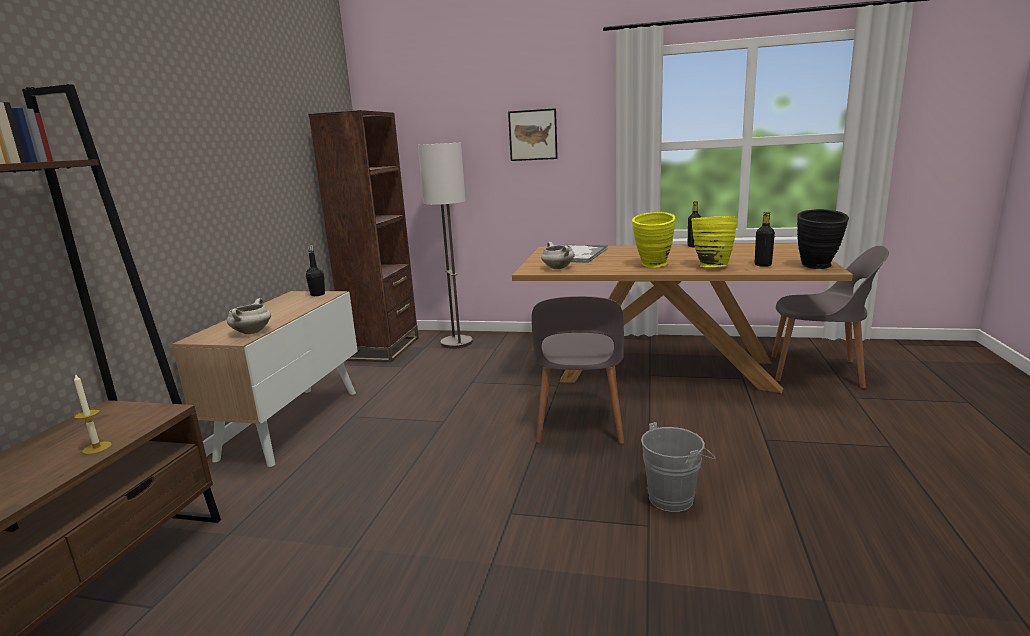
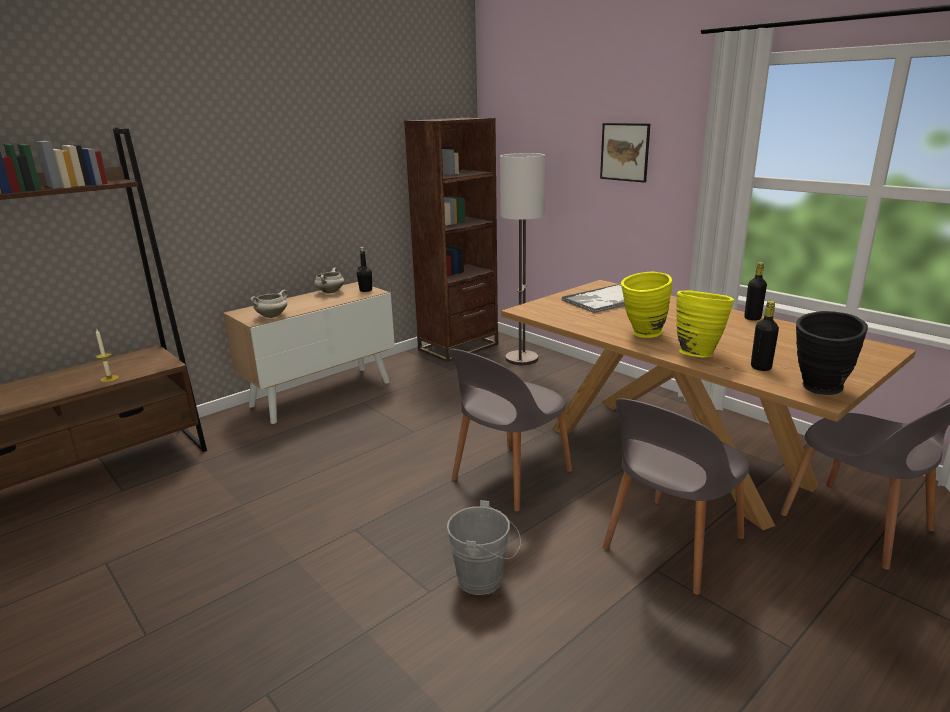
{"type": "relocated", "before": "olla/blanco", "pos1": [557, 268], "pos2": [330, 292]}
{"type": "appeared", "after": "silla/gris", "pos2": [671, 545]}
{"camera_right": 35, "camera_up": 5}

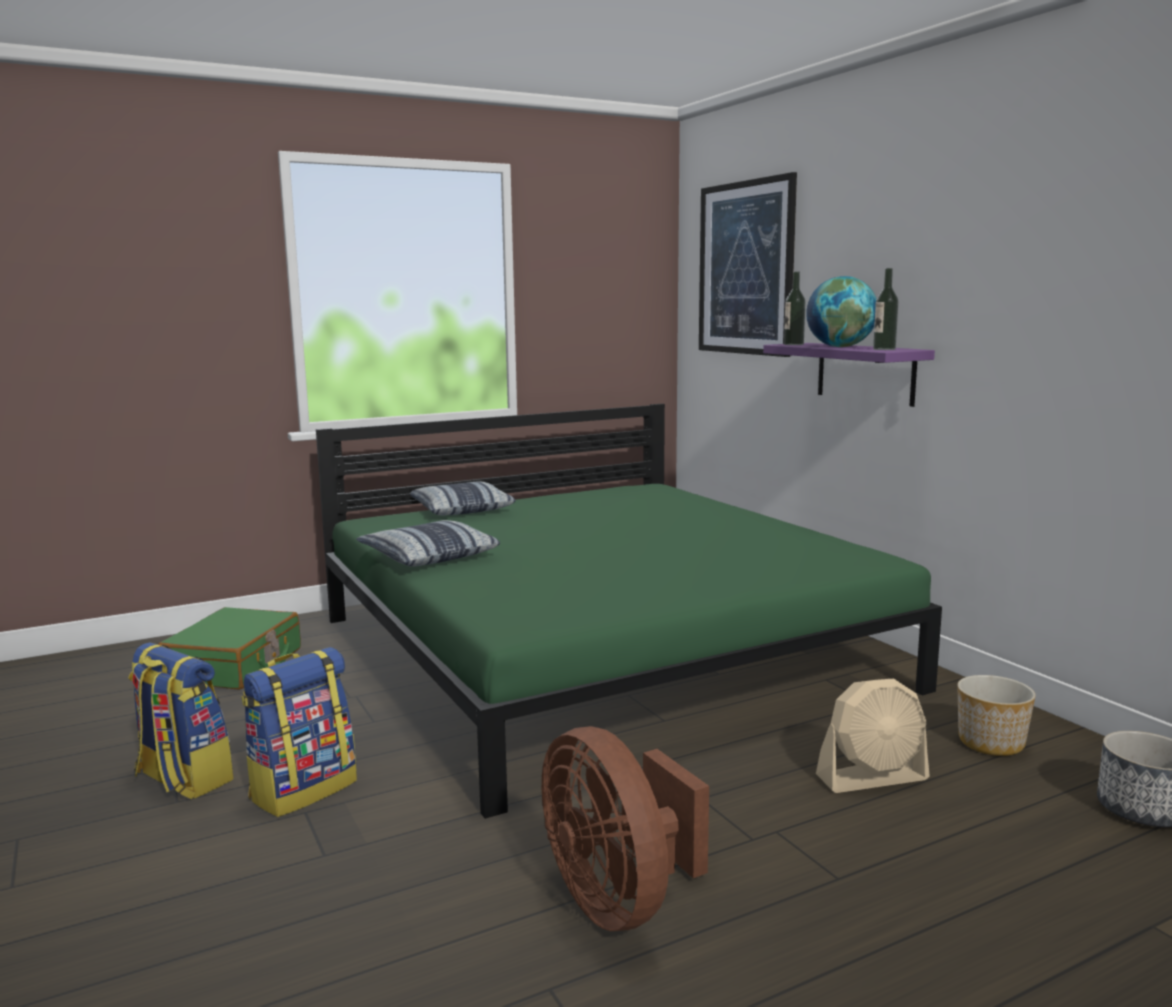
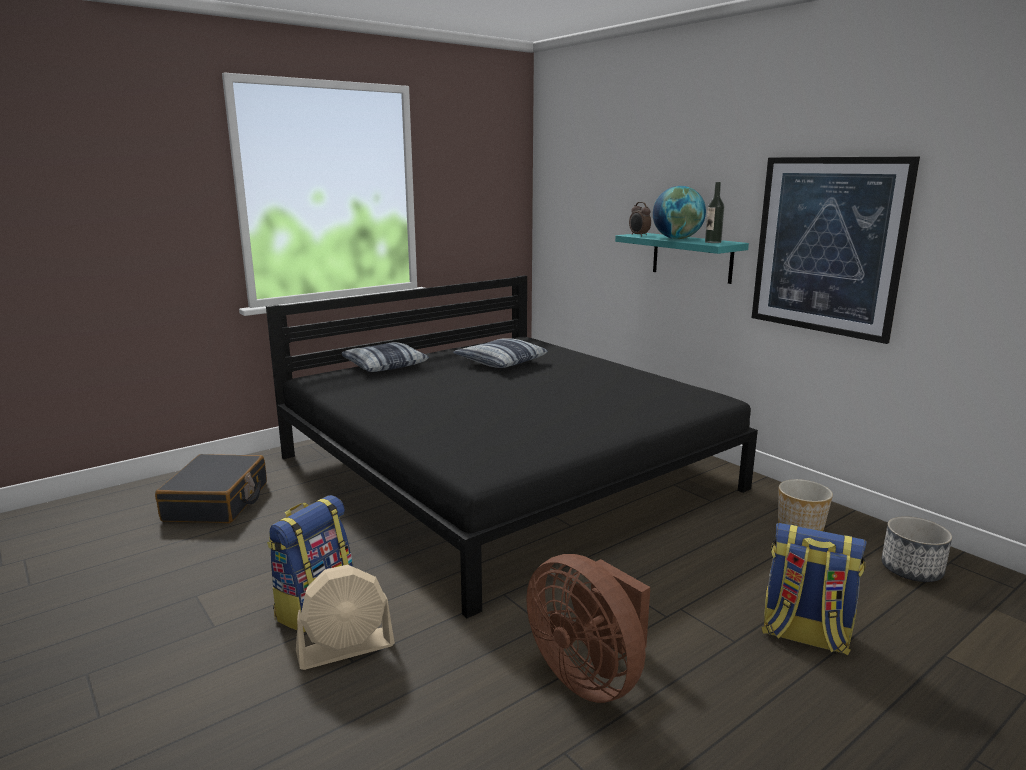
{"type": "colour", "before": "maleta/verde", "after": "maleta/negro", "pos1": [235, 666], "pos2": [217, 502]}
{"type": "colour", "before": "cama/verde", "after": "cama/negro", "pos1": [600, 652], "pos2": [504, 472]}
{"type": "relocated", "before": "ventilador/beis", "pos1": [872, 778], "pos2": [346, 648]}
{"type": "relocated", "before": "cojín", "pos1": [428, 556], "pos2": [500, 362]}
{"type": "colour", "before": "estante/morado", "after": "estante/turquesa", "pos1": [865, 373], "pos2": [692, 257]}
{"type": "exchanged", "before": "botella", "after": "despertador", "pos1": [793, 344], "pos2": [638, 235]}
{"type": "relocated", "before": "cuadro", "pos1": [745, 268], "pos2": [827, 246]}
{"type": "relocated", "before": "mochila", "pos1": [182, 779], "pos2": [804, 635]}
{"camera_right": -10, "camera_up": 5}

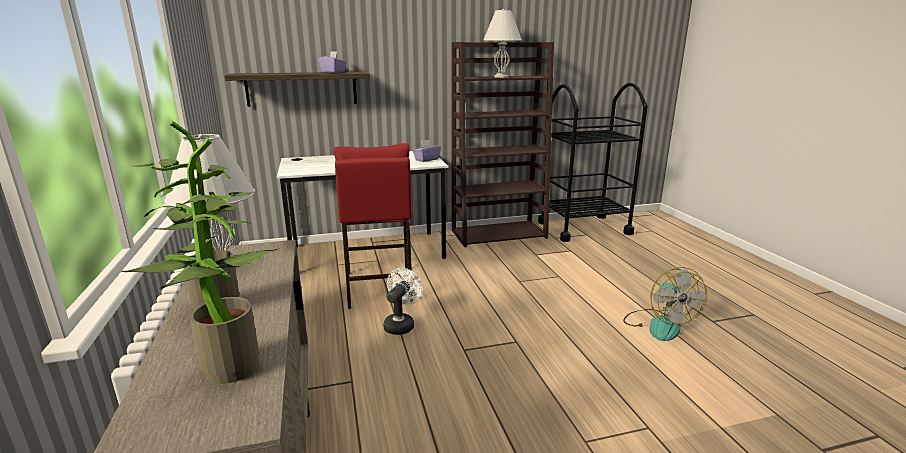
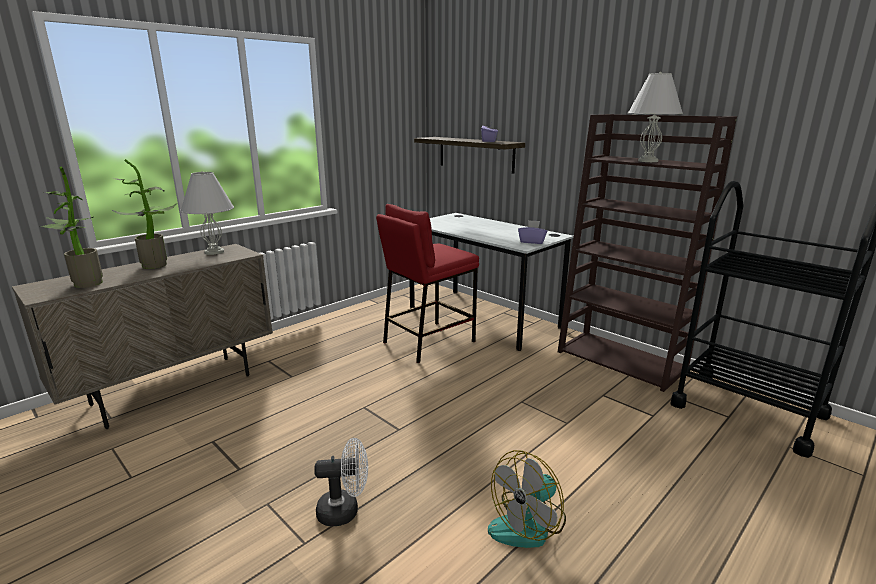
{"type": "relocated", "before": "ventilador/blanco", "pos1": [401, 324], "pos2": [345, 510]}
{"camera_right": 60, "camera_up": 0}

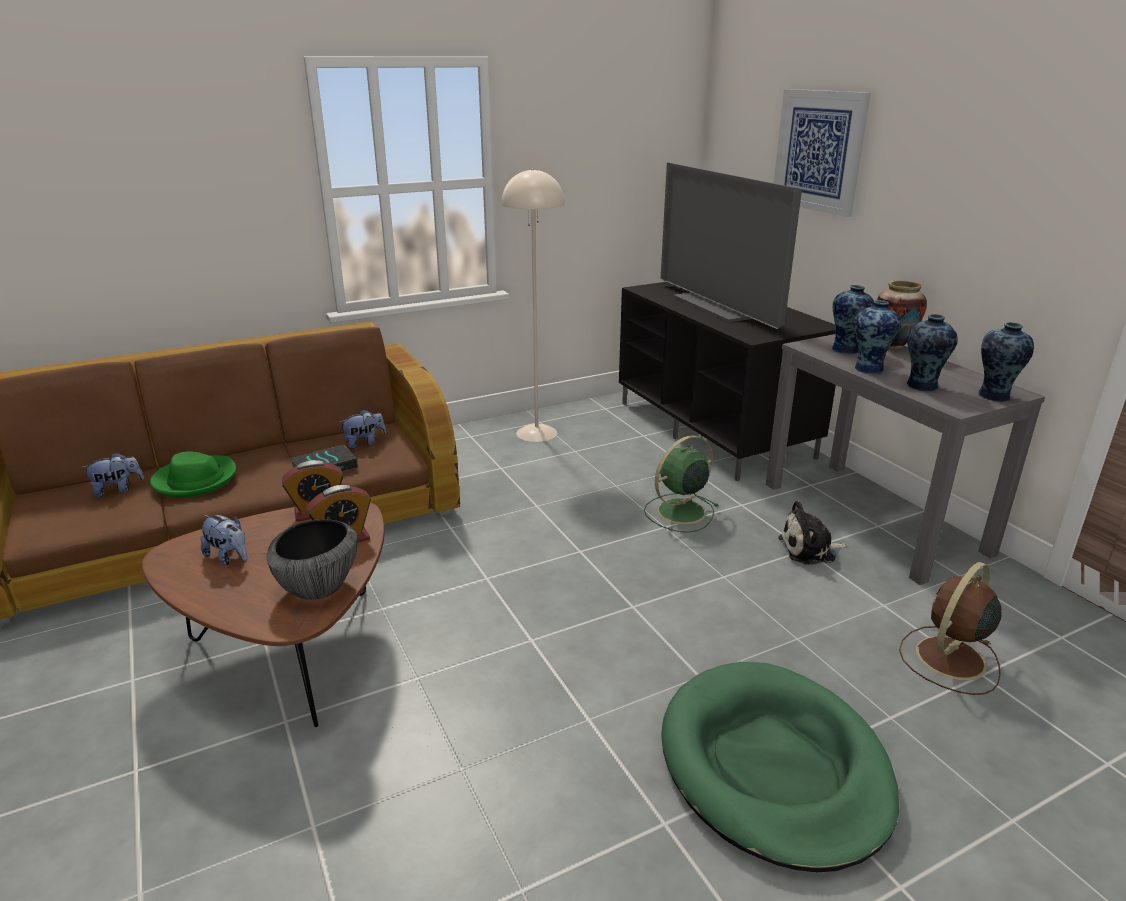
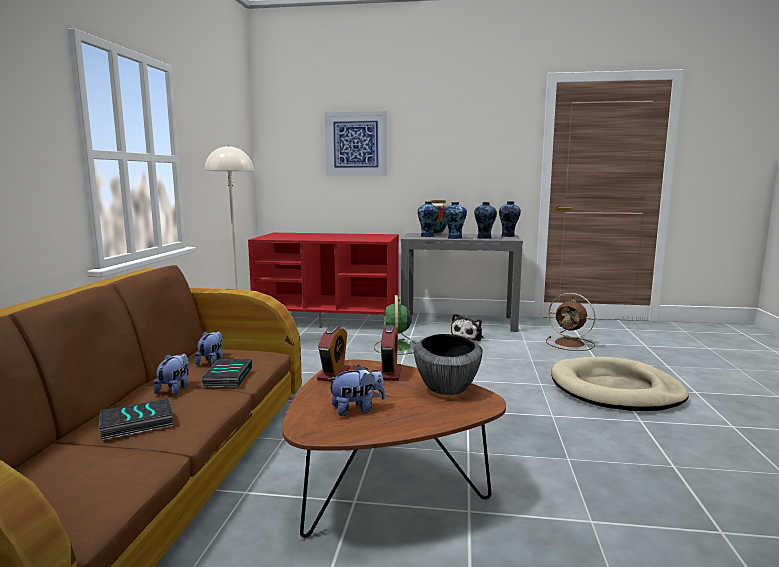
{"type": "exchanged", "before": "sombrero/verde", "after": "libro", "pos1": [195, 480], "pos2": [136, 425]}
{"type": "relocated", "before": "peluche", "pos1": [118, 490], "pos2": [175, 389]}
{"type": "colour", "before": "mueble de televisión/negro", "after": "mueble de televisión/rojo", "pos1": [715, 429], "pos2": [330, 319]}
{"type": "spun", "before": "ventilador/marrón", "pos1": [949, 659], "pos2": [570, 344], "turn": -45}
{"type": "colour", "before": "cama para perro/verde", "after": "cama para perro/beis", "pos1": [773, 767], "pos2": [615, 390]}
{"type": "missing", "before": "televisor", "pos1": [720, 306]}
{"camera_right": -55, "camera_up": -15}

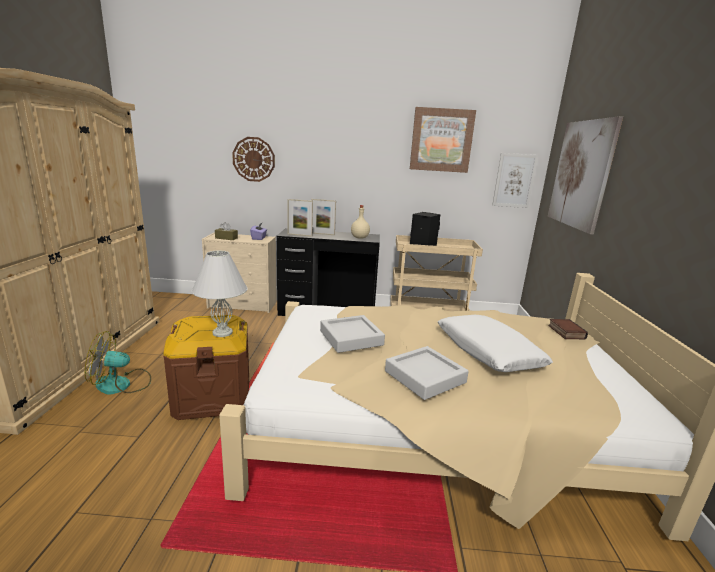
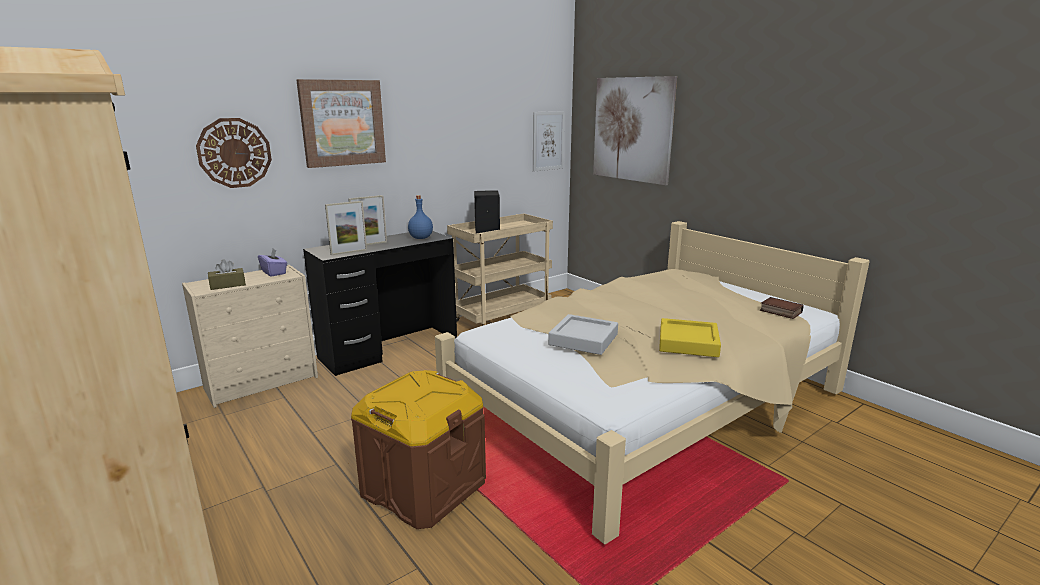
{"type": "relocated", "before": "cuadro", "pos1": [441, 140], "pos2": [342, 123]}
{"type": "colour", "before": "botella/beis", "after": "botella/azul", "pos1": [359, 237], "pos2": [420, 238]}
{"type": "colour", "before": "bandeja/gris", "after": "bandeja/amarillo", "pos1": [425, 377], "pos2": [688, 343]}
{"type": "relocated", "before": "libro", "pos1": [565, 332], "pos2": [779, 311]}
{"type": "missing", "before": "ventilador", "pos1": [121, 384]}
{"type": "missing", "before": "lámpara de mesa/blanco", "pos1": [222, 332]}
{"type": "missing", "before": "cojín/blanco", "pos1": [487, 352]}
{"camera_right": -40, "camera_up": 0}

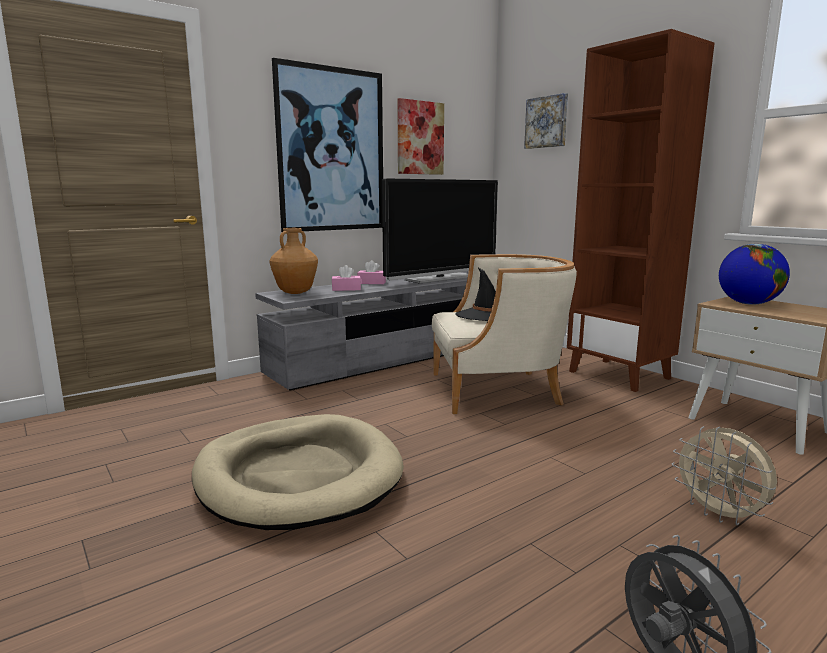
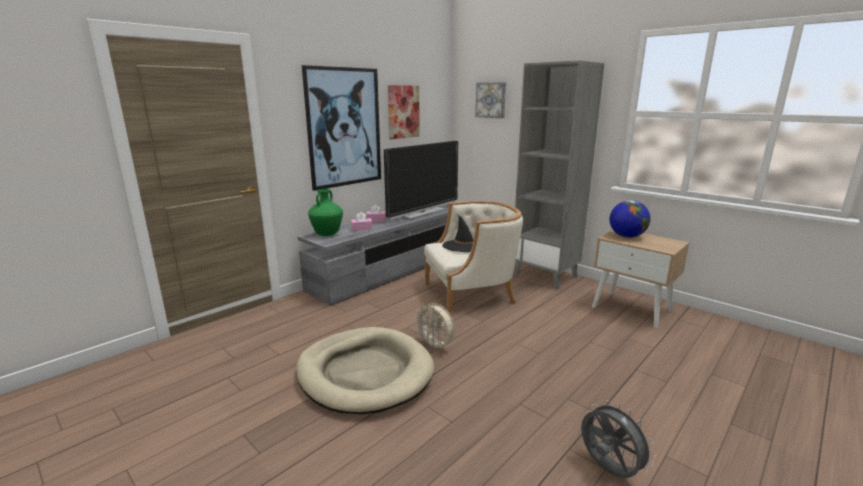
{"type": "colour", "before": "florero/marrón", "after": "florero/verde", "pos1": [295, 293], "pos2": [327, 235]}
{"type": "relocated", "before": "ventilador/beis", "pos1": [719, 515], "pos2": [436, 347]}
{"type": "colour", "before": "estantería/marrón", "after": "estantería/gris", "pos1": [620, 375], "pos2": [545, 275]}
{"camera_right": -10, "camera_up": 5}

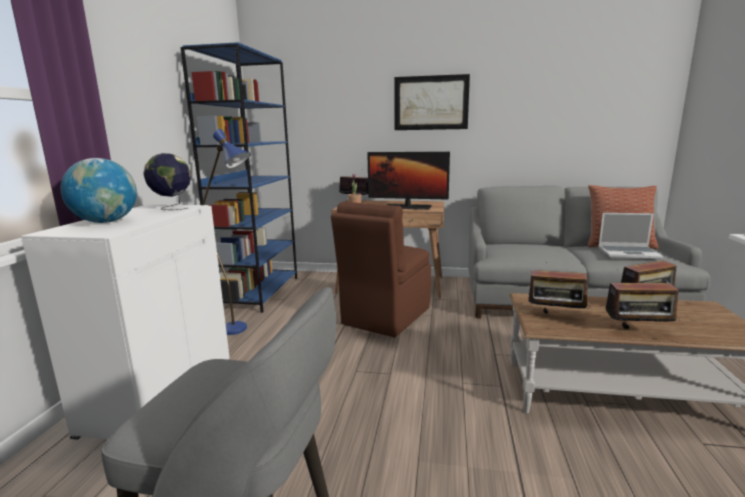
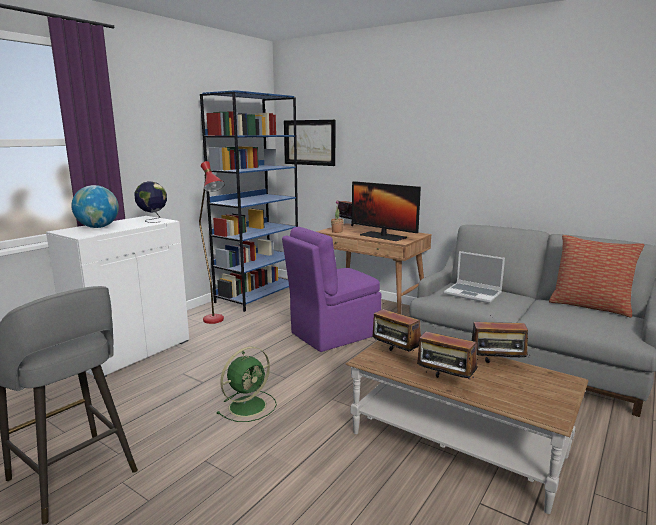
{"type": "colour", "before": "lámpara de pie/azul", "after": "lámpara de pie/rojo", "pos1": [241, 330], "pos2": [217, 322]}
{"type": "appeared", "after": "ventilador/verde", "pos2": [249, 405]}
{"type": "colour", "before": "silla/marrón", "after": "silla/morado", "pos1": [385, 317], "pos2": [332, 334]}
{"type": "relocated", "before": "cuadro", "pos1": [431, 103], "pos2": [309, 142]}
{"type": "relocated", "before": "portátil", "pos1": [629, 253], "pos2": [473, 294]}
{"camera_right": 25, "camera_up": 0}

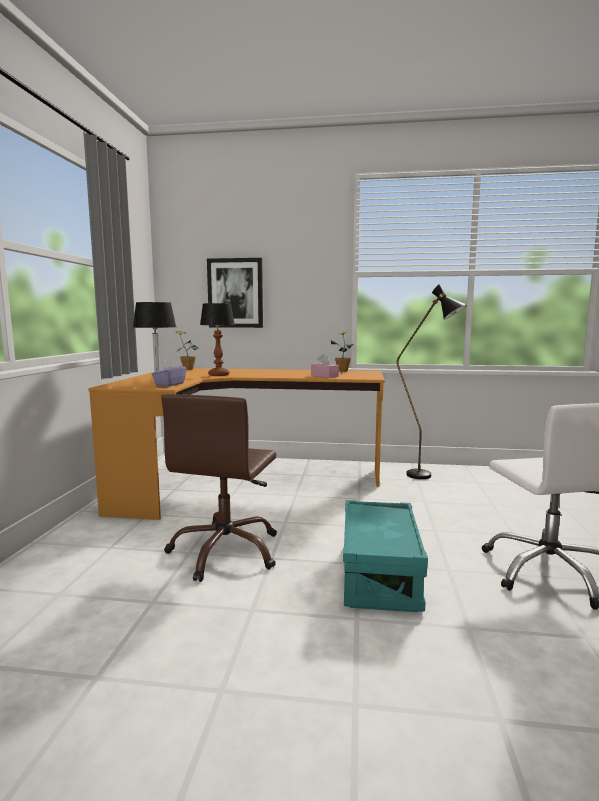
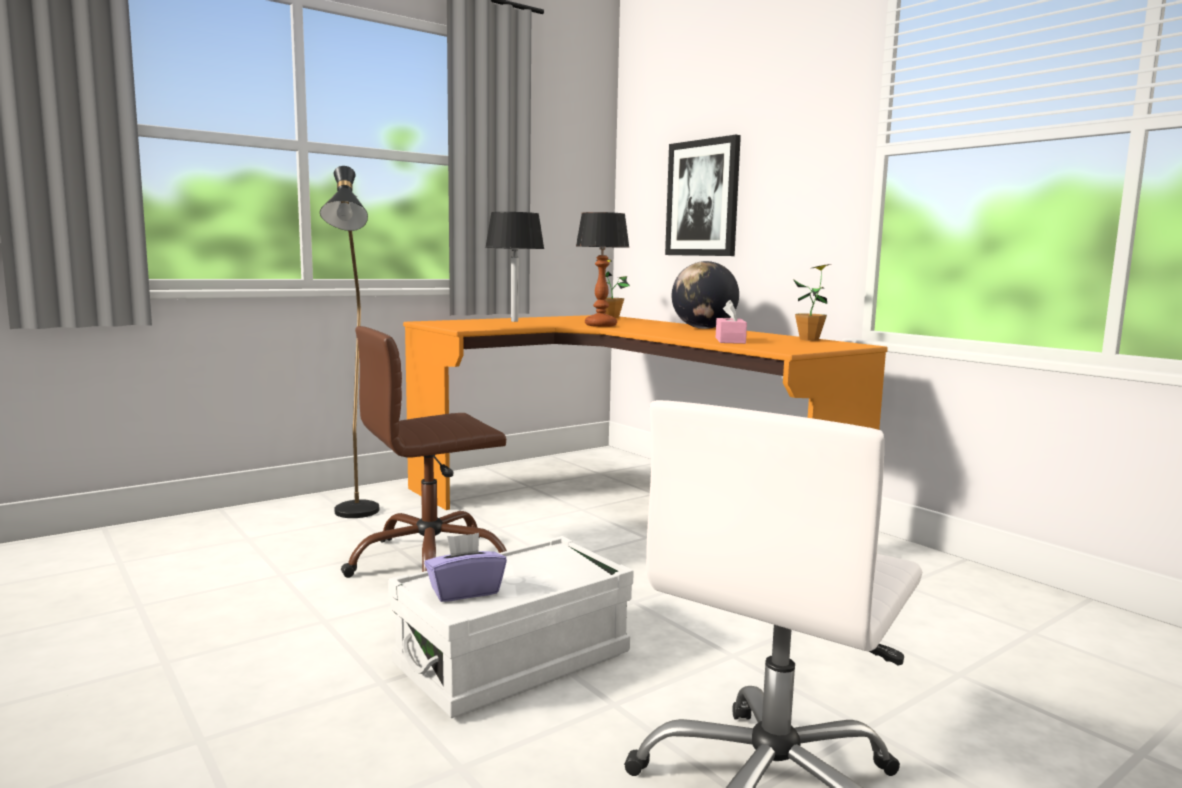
{"type": "relocated", "before": "lámpara de pie/negro", "pos1": [428, 476], "pos2": [357, 516]}
{"type": "colour", "before": "caja de almacenaje/turquesa", "after": "caja de almacenaje/blanco", "pos1": [379, 575], "pos2": [513, 661]}
{"type": "relocated", "before": "caja de pañuelos/morado", "pos1": [169, 384], "pos2": [465, 591]}
{"type": "appeared", "after": "globo terráqueo", "pos2": [703, 328]}
{"camera_right": 45, "camera_up": 0}

